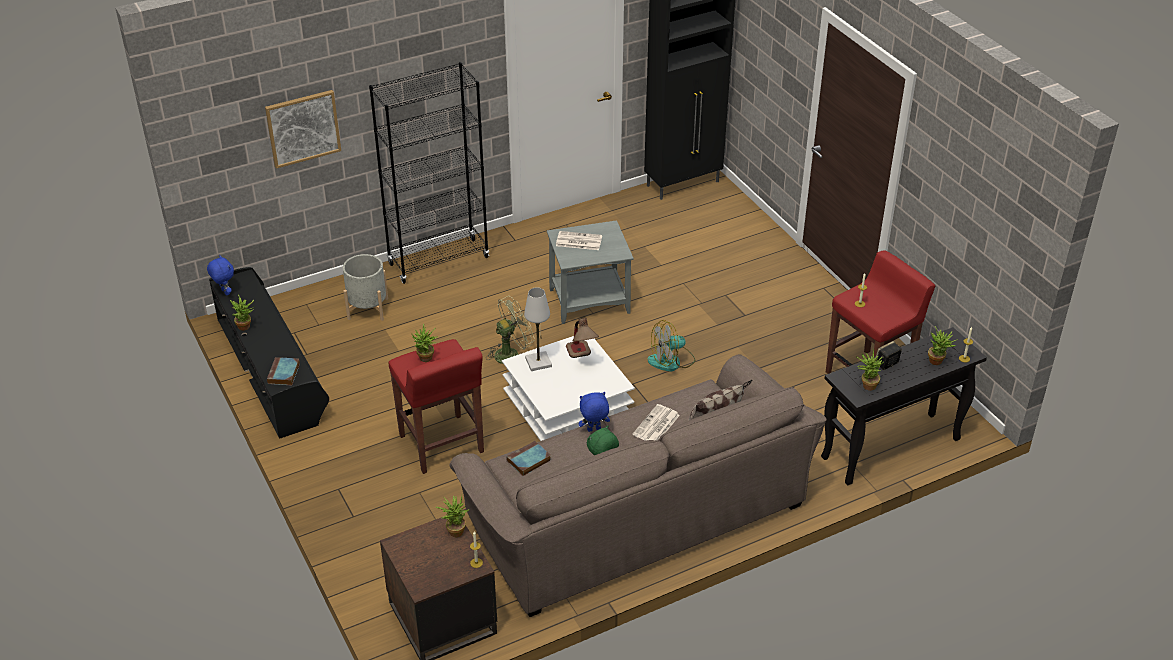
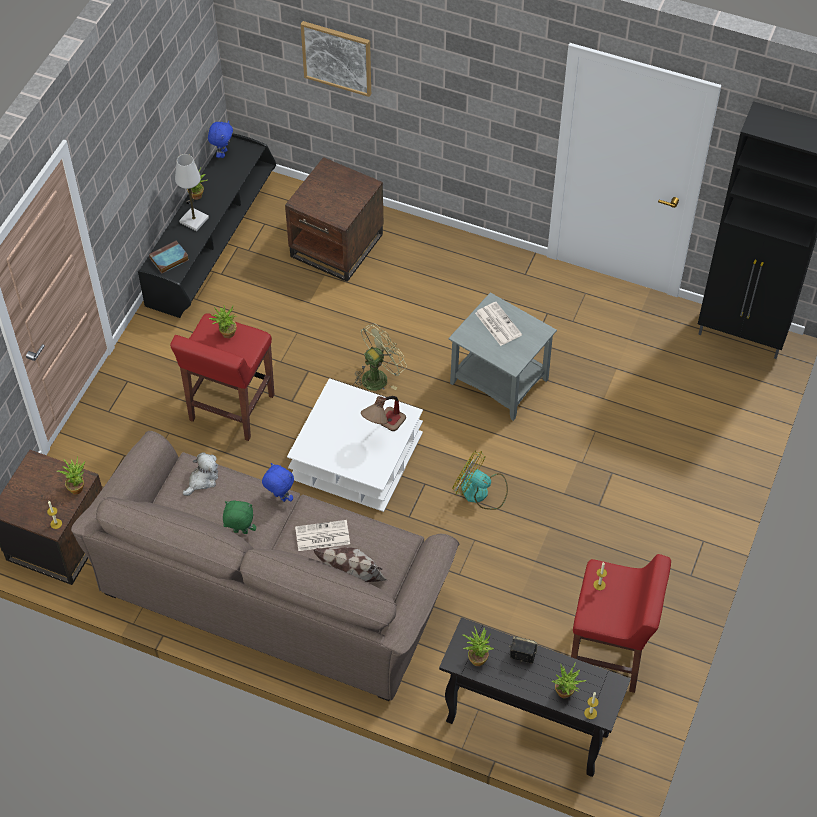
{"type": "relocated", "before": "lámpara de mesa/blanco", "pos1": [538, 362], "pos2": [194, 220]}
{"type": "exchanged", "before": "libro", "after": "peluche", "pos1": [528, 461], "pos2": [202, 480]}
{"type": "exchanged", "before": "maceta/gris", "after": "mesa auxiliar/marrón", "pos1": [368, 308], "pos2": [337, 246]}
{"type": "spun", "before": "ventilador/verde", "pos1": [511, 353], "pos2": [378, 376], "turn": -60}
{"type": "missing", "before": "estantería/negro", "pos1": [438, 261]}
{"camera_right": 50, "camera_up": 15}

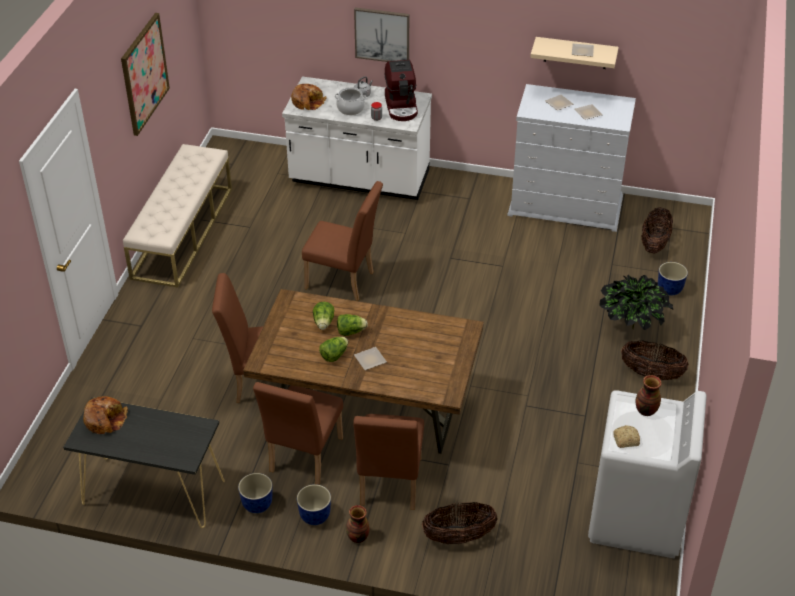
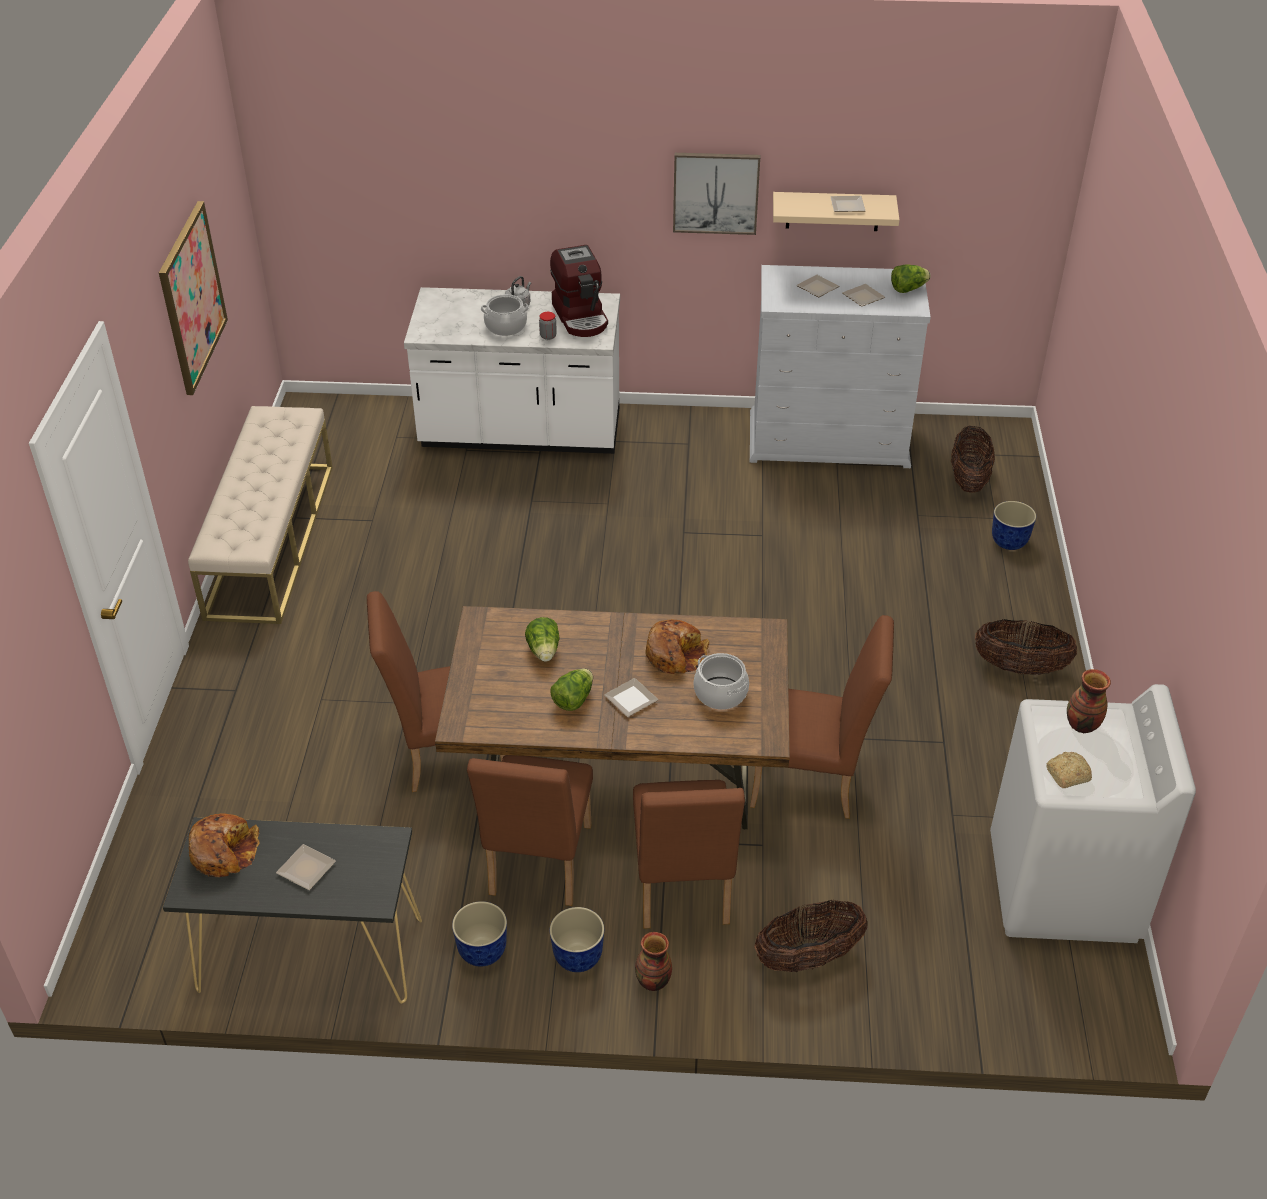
{"type": "appeared", "after": "plato", "pos2": [308, 868]}
{"type": "relocated", "before": "pan", "pos1": [308, 102], "pos2": [675, 654]}
{"type": "relocated", "before": "cuadro", "pos1": [382, 35], "pos2": [715, 192]}
{"type": "appeared", "after": "olla", "pos2": [720, 693]}
{"type": "relocated", "before": "silla/marrón", "pos1": [344, 282], "pos2": [812, 784]}
{"type": "relocated", "before": "lechuga", "pos1": [351, 332], "pos2": [908, 289]}
{"type": "missing", "before": "planta en maceta", "pos1": [631, 327]}
{"camera_right": -10, "camera_up": 0}

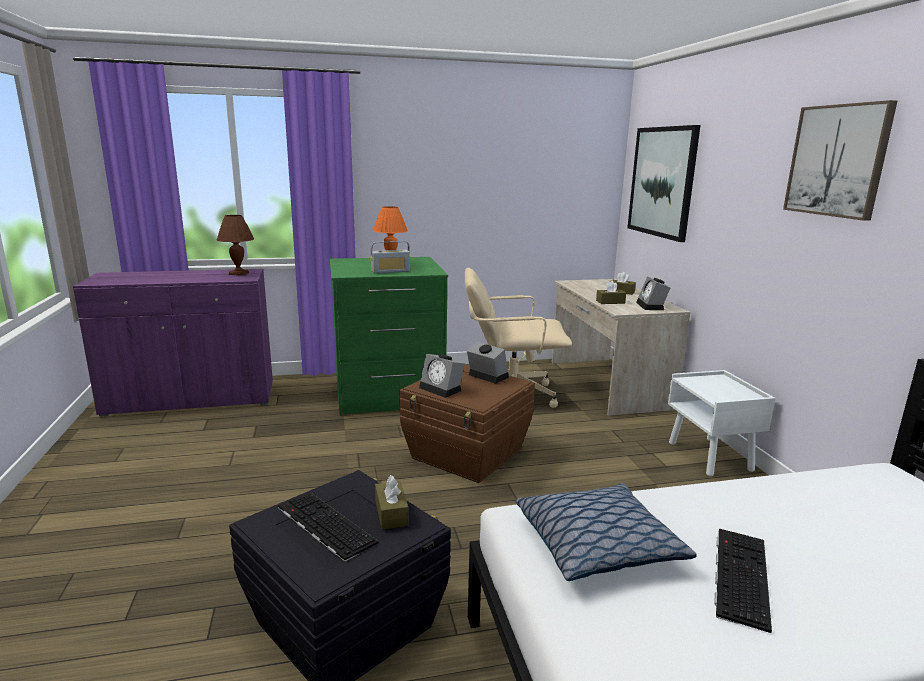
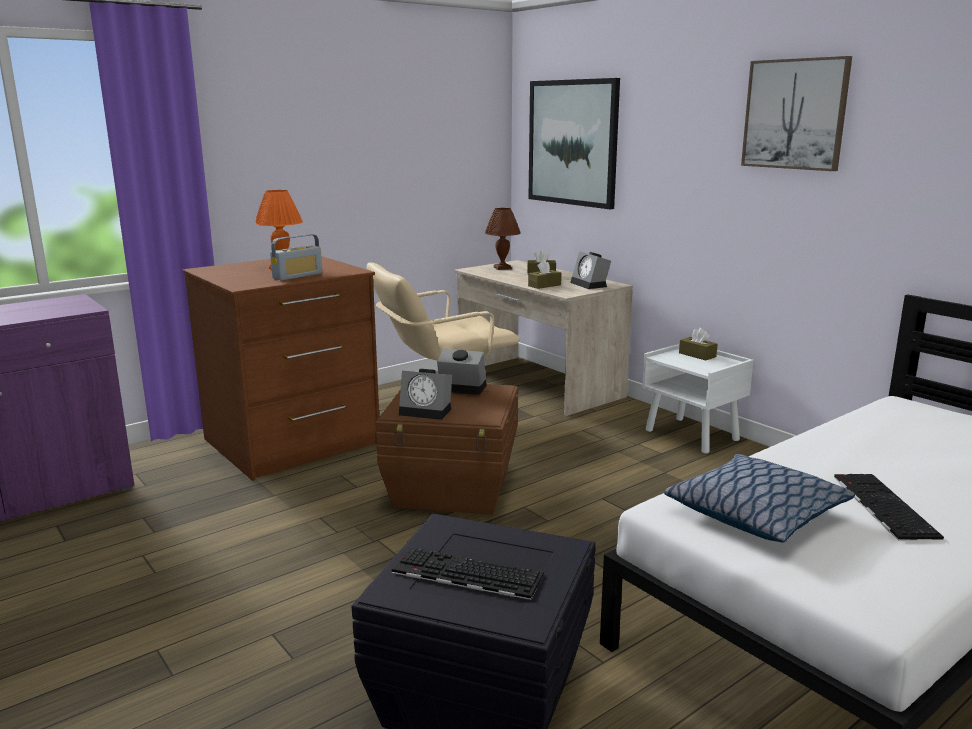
{"type": "colour", "before": "cómoda/verde", "after": "cómoda/marrón", "pos1": [388, 394], "pos2": [293, 442]}
{"type": "relocated", "before": "lámpara de mesa/marrón", "pos1": [239, 273], "pos2": [502, 268]}
{"type": "relocated", "before": "caja de pañuelos/marrón", "pos1": [391, 513], "pos2": [697, 355]}
{"camera_right": -25, "camera_up": 0}

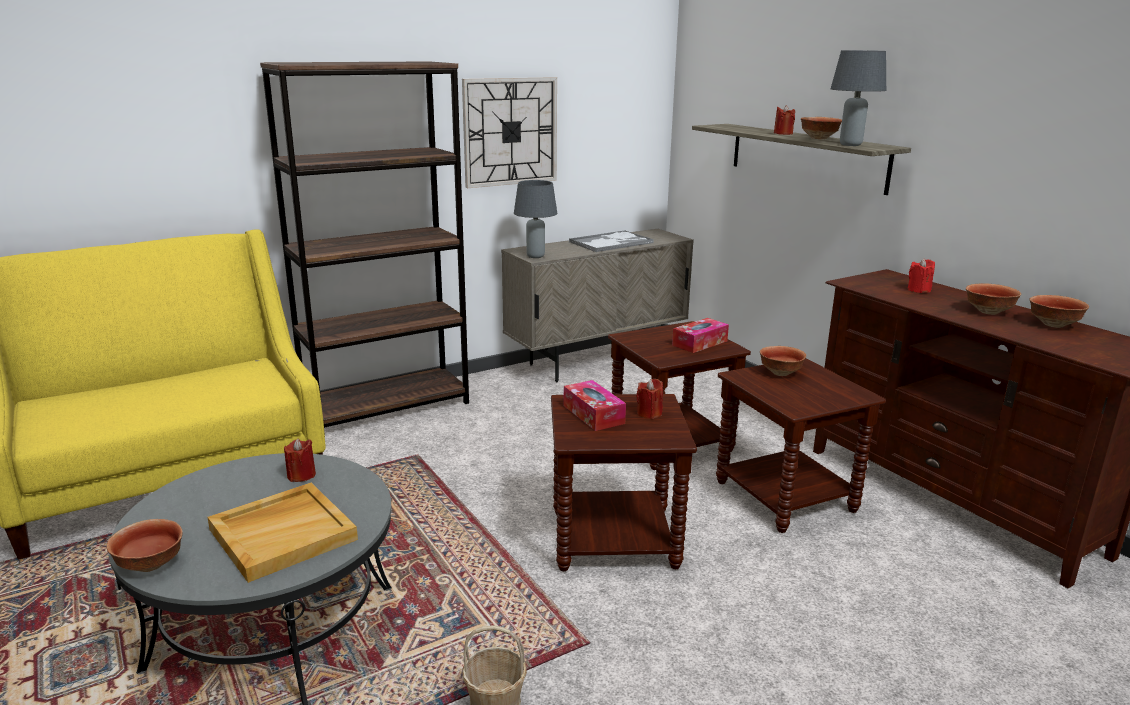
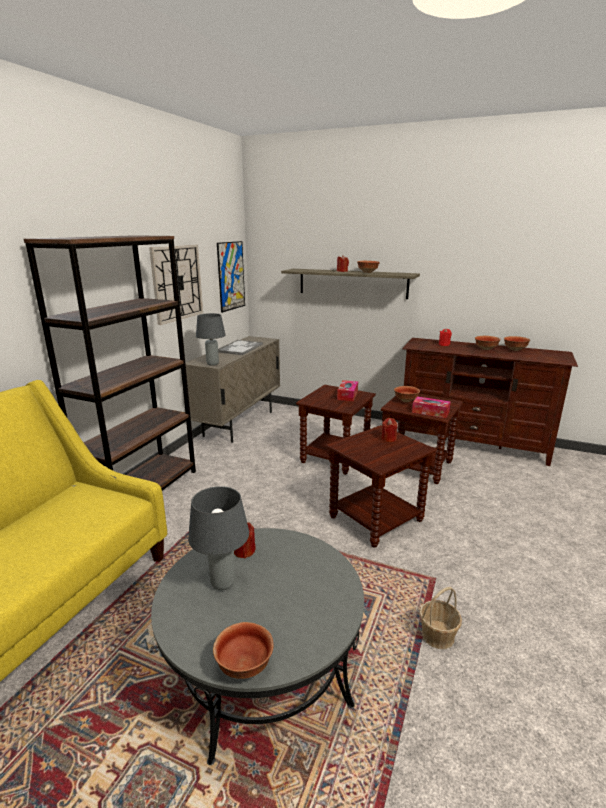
{"type": "relocated", "before": "lámpara de mesa/gris", "pos1": [850, 145], "pos2": [222, 583]}
{"type": "appeared", "after": "cuadro", "pos2": [231, 276]}
{"type": "relocated", "before": "caja de pañuelos", "pos1": [593, 414], "pos2": [430, 412]}
{"type": "missing", "before": "bandeja/beis", "pos1": [283, 534]}
{"camera_right": -35, "camera_up": 0}

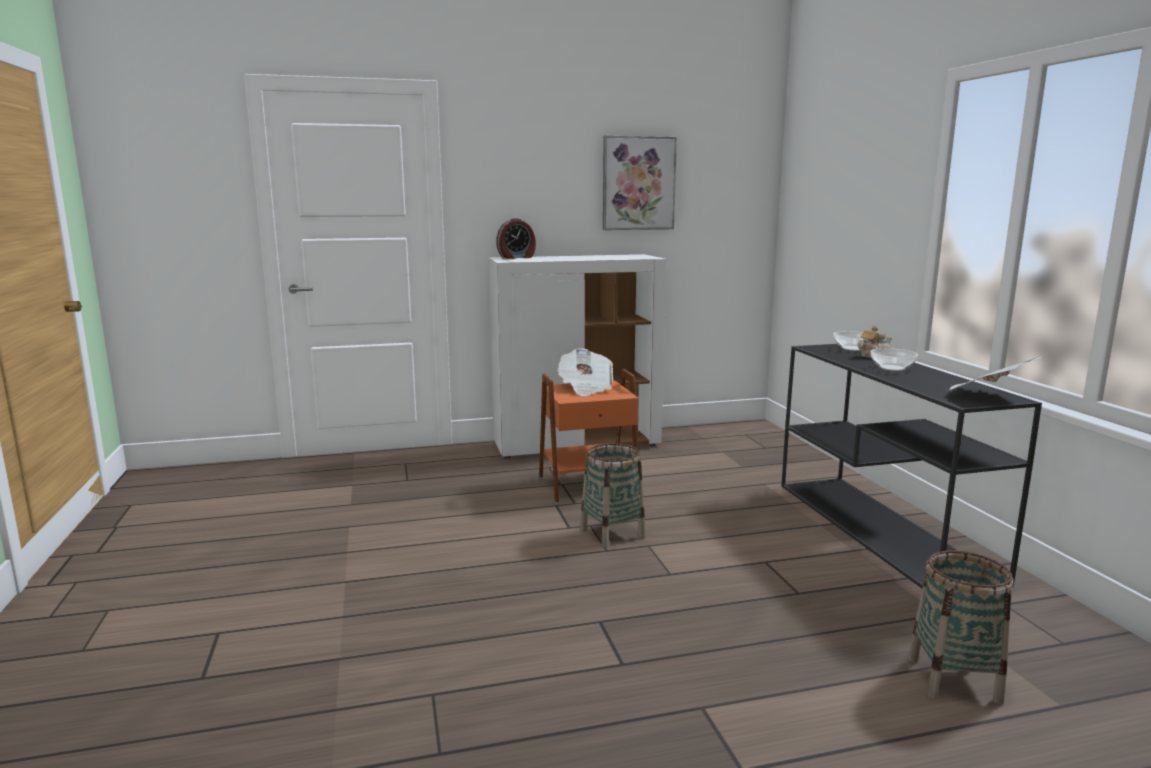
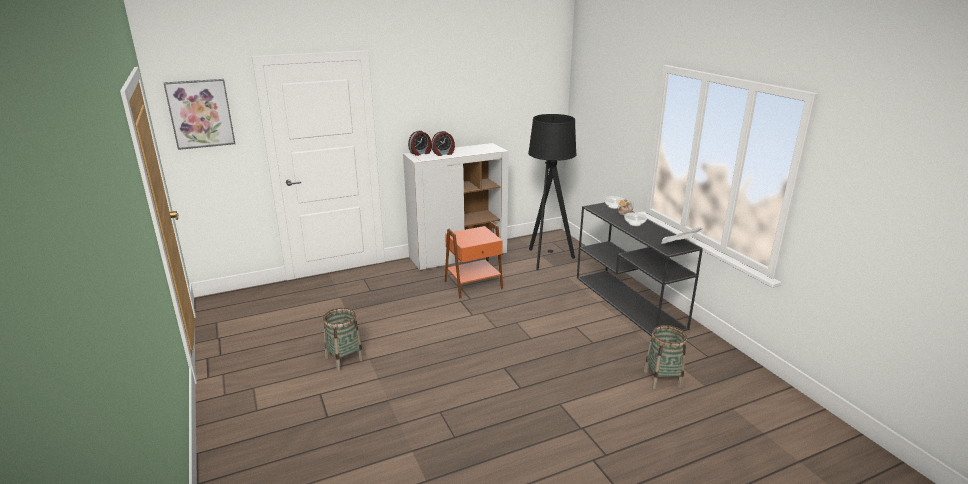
{"type": "relocated", "before": "cuadro", "pos1": [638, 183], "pos2": [200, 113]}
{"type": "relocated", "before": "cesta", "pos1": [612, 533], "pos2": [344, 359]}
{"type": "appeared", "after": "despertador", "pos2": [443, 154]}
{"type": "appeared", "after": "lámpara de pie/negro", "pos2": [547, 259]}
{"type": "missing", "before": "periódico", "pos1": [585, 388]}
{"camera_right": -10, "camera_up": 10}

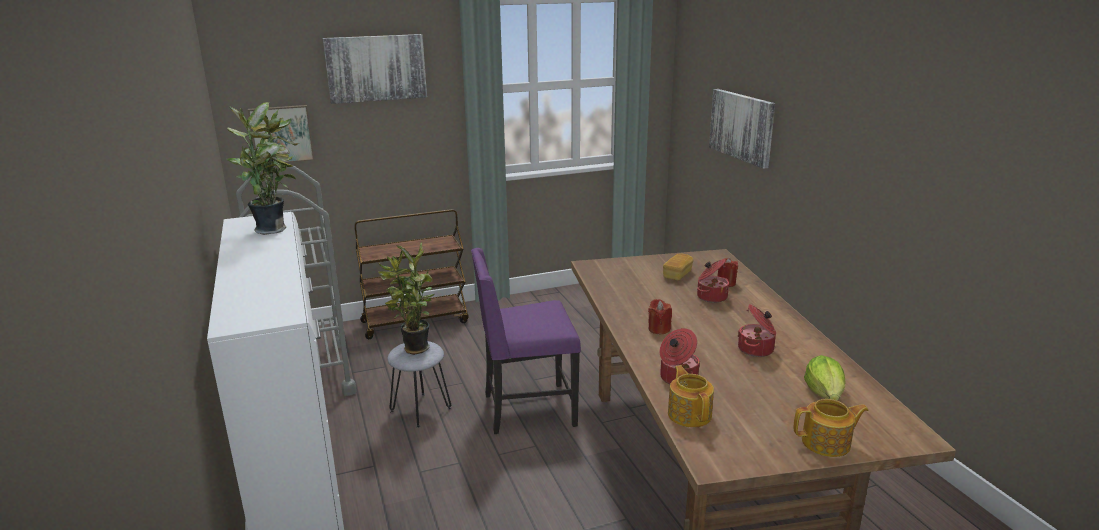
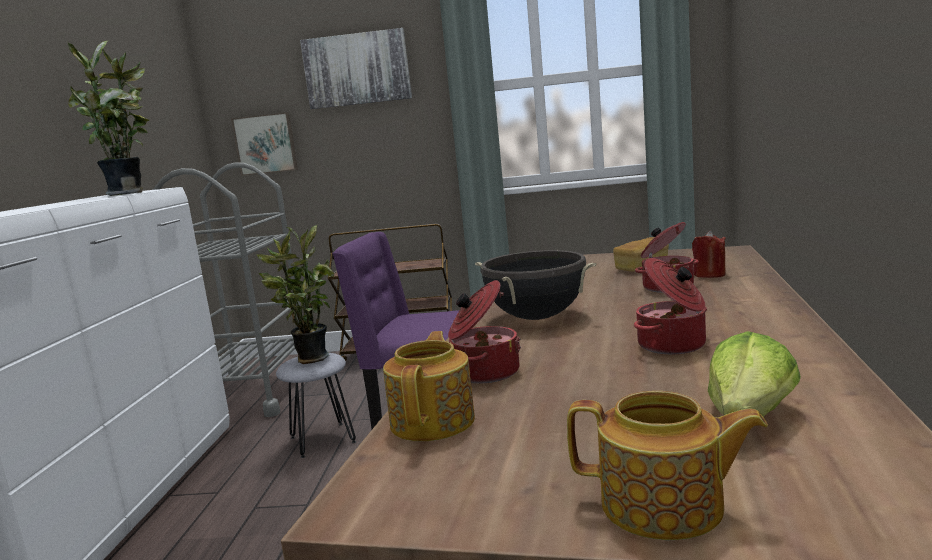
{"type": "exchanged", "before": "vela/rojo", "after": "olla/negro", "pos1": [659, 329], "pos2": [536, 317]}
{"type": "missing", "before": "cuadro", "pos1": [742, 126]}
{"camera_right": 25, "camera_up": -10}

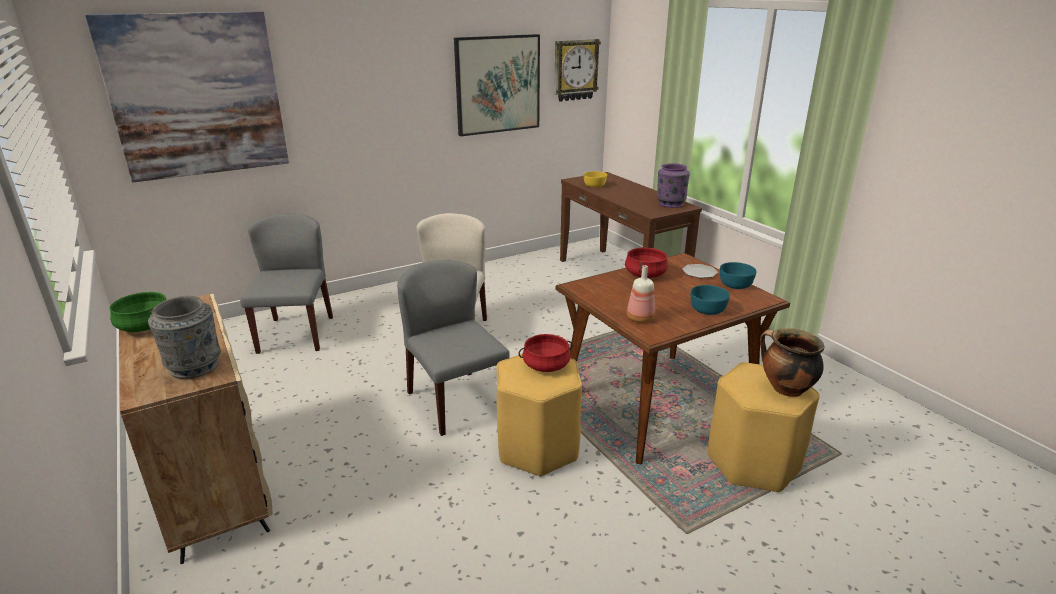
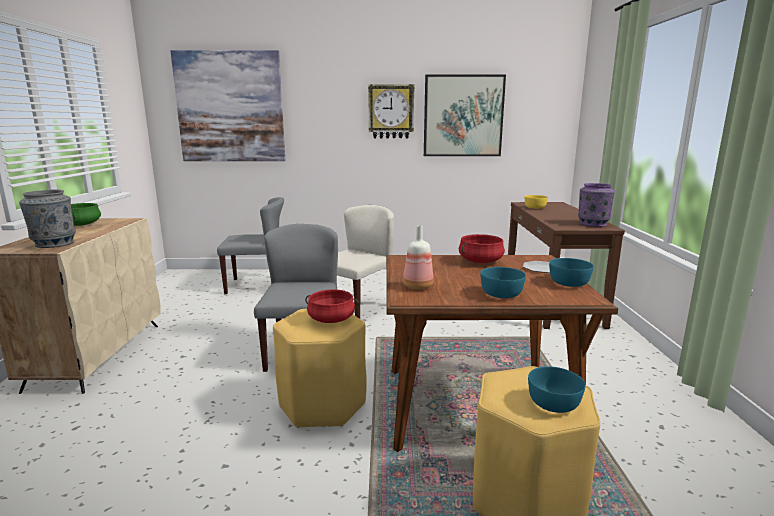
{"type": "spun", "before": "silla/gris", "pos1": [296, 334], "pos2": [257, 285], "turn": 60}
{"type": "relocated", "before": "reloj de pared", "pos1": [575, 70], "pos2": [391, 111]}
{"type": "exchanged", "before": "olla", "after": "cuenco/turquesa", "pos1": [785, 389], "pos2": [552, 403]}
{"camera_right": 30, "camera_up": -10}

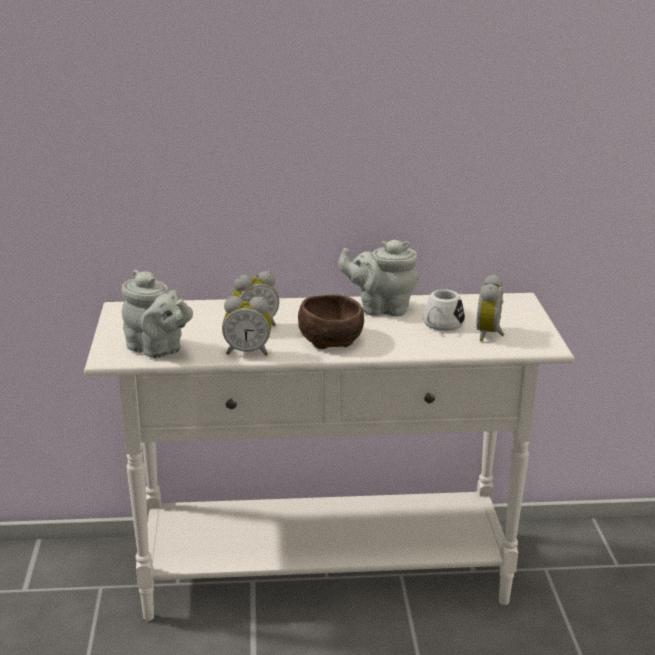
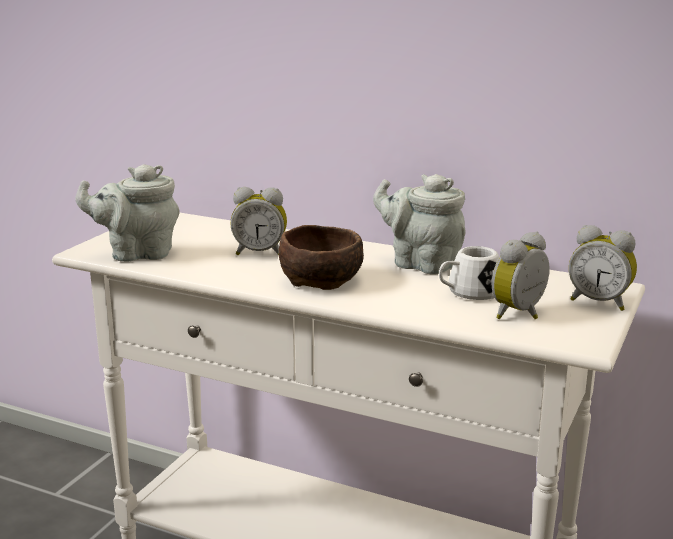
{"type": "spun", "before": "tetera/gris", "pos1": [157, 349], "pos2": [137, 254], "turn": 105}
{"type": "relocated", "before": "despertador", "pos1": [247, 351], "pos2": [599, 302]}
{"camera_right": 30, "camera_up": -5}

